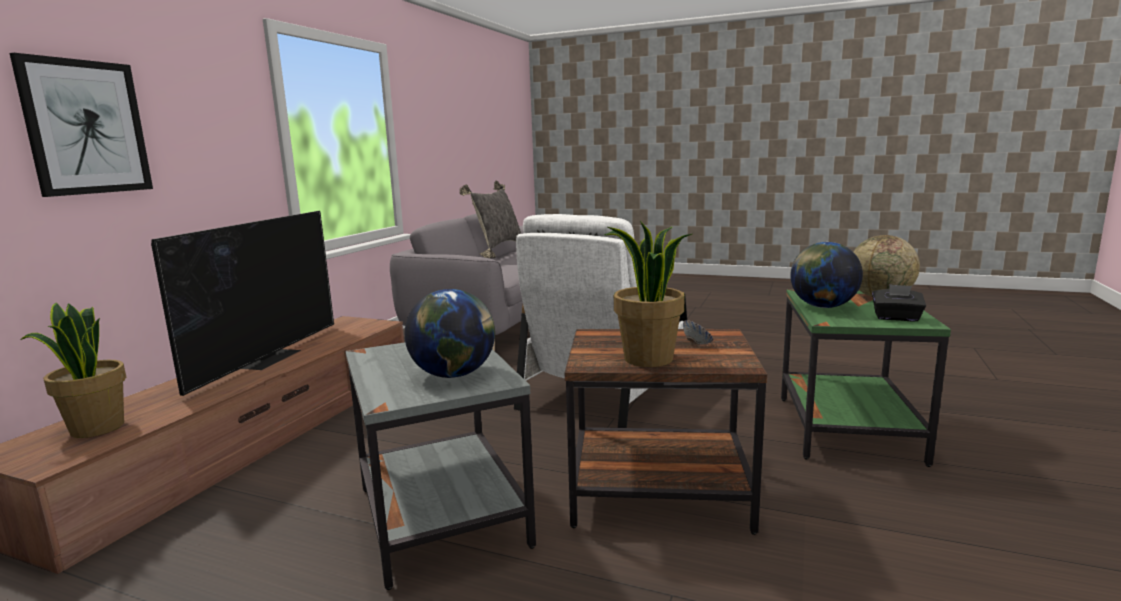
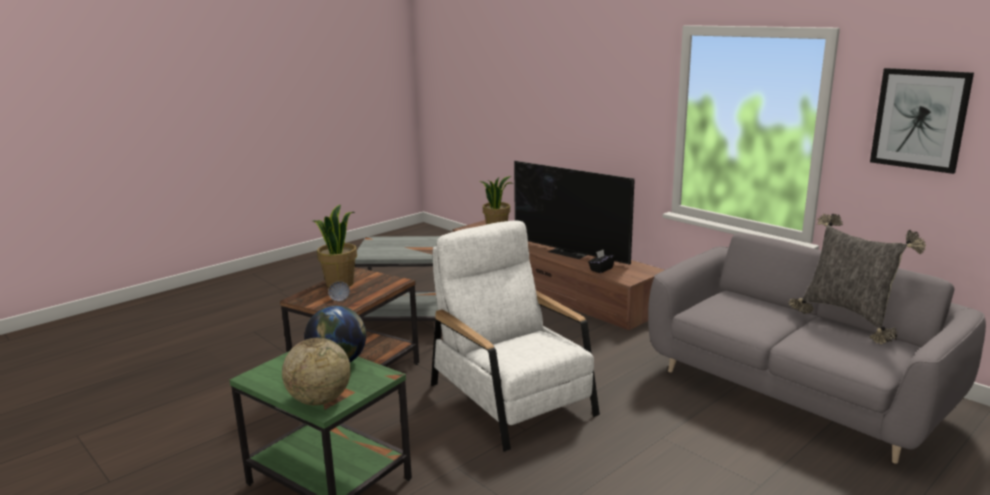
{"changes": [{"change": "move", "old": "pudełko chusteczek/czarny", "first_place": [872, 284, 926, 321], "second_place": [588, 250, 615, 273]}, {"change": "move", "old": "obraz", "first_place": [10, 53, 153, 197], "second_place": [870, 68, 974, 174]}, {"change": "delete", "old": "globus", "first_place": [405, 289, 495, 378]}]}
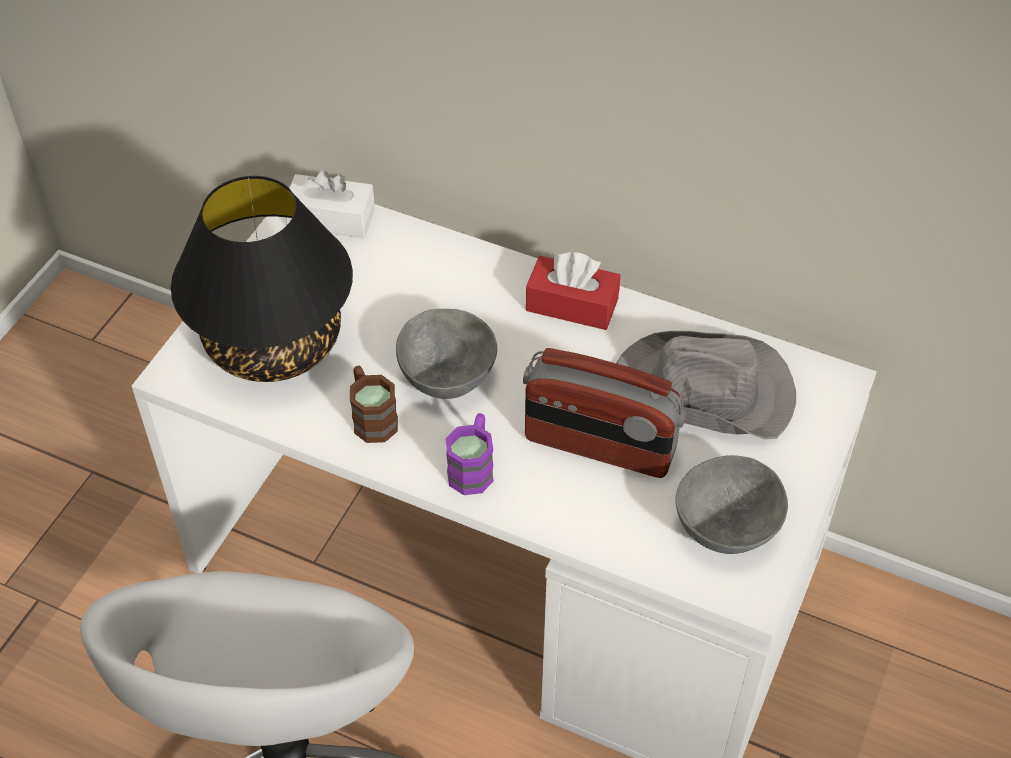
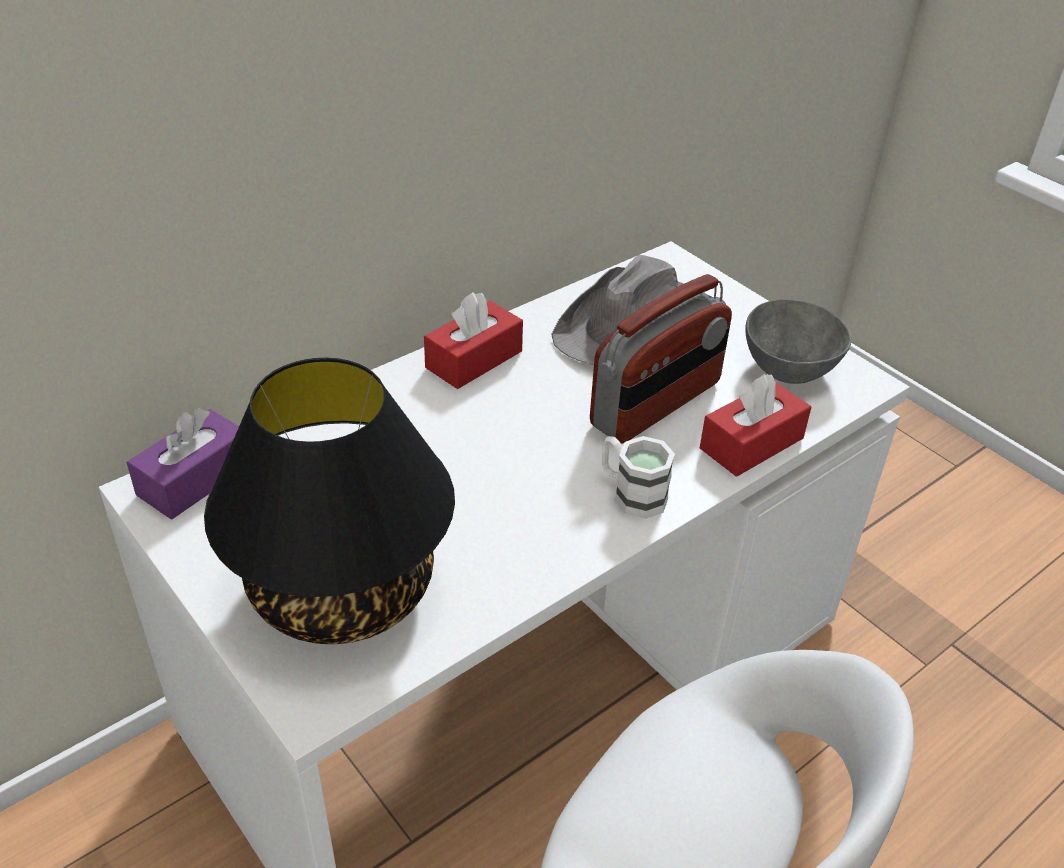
{"changes": [{"change": "recolor", "old": "pudełko chusteczek/biały", "new": "pudełko chusteczek/fioletowy", "first_place": [286, 170, 375, 239], "second_place": [127, 408, 239, 519]}, {"change": "recolor", "old": "kubek/fioletowy", "new": "kubek/biały", "first_place": [446, 413, 494, 495], "second_place": [602, 436, 675, 519]}, {"change": "insert", "new": "pudełko chusteczek/czerwony", "second_place": [700, 374, 811, 477]}, {"change": "delete", "old": "kubek/brązowy", "first_place": [350, 366, 398, 443]}, {"change": "delete", "old": "miska/szary", "first_place": [396, 309, 497, 399]}]}
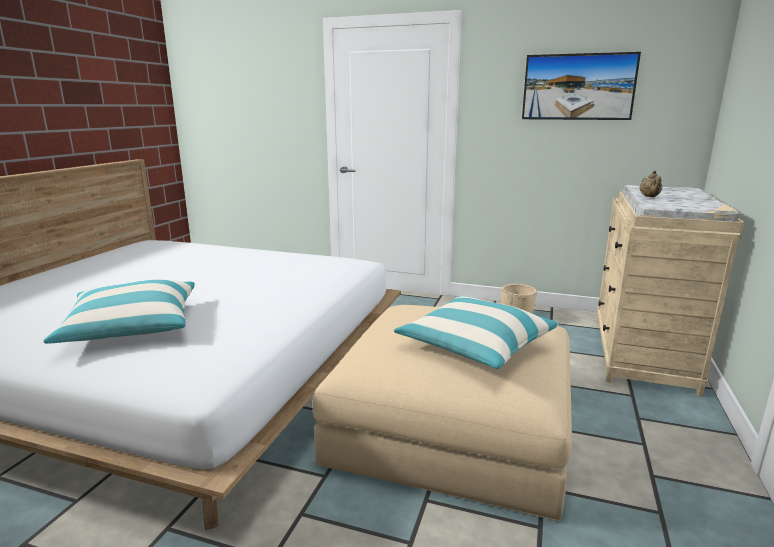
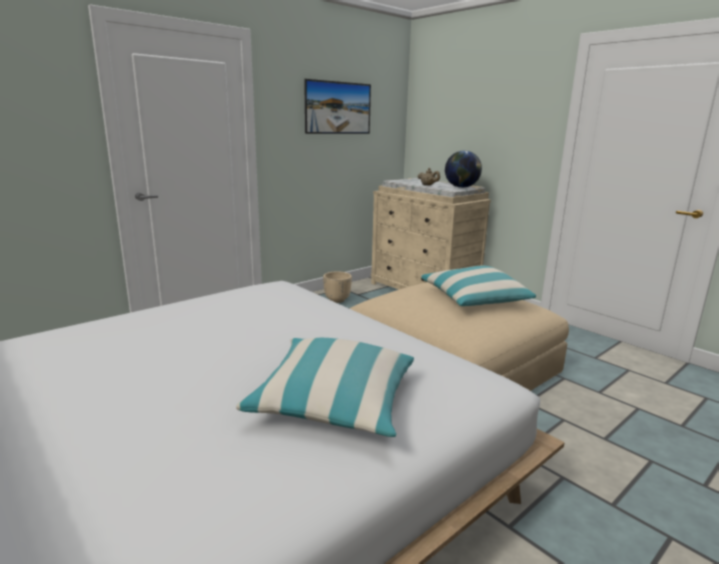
{"changes": [{"change": "insert", "new": "globus", "second_place": [445, 151, 482, 188]}]}
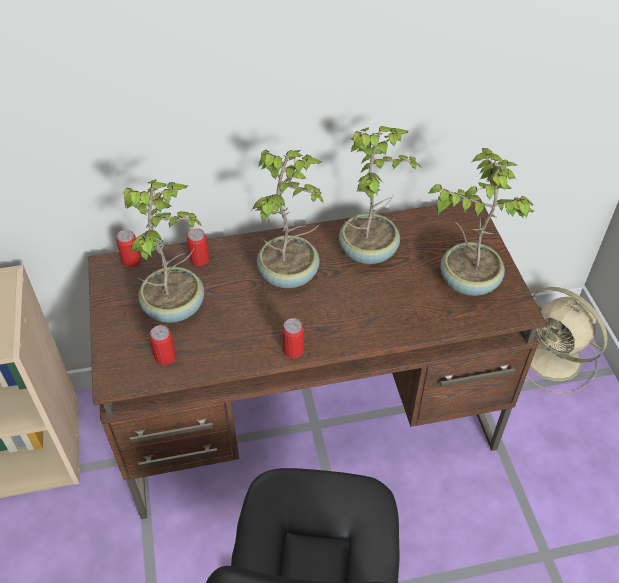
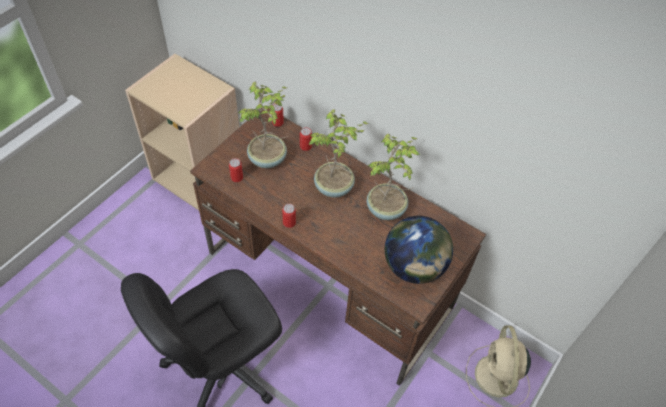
{"changes": [{"change": "replace", "old": "roślina doniczkowa", "new": "globus", "first_place": [428, 148, 534, 296], "second_place": [385, 216, 453, 284]}]}
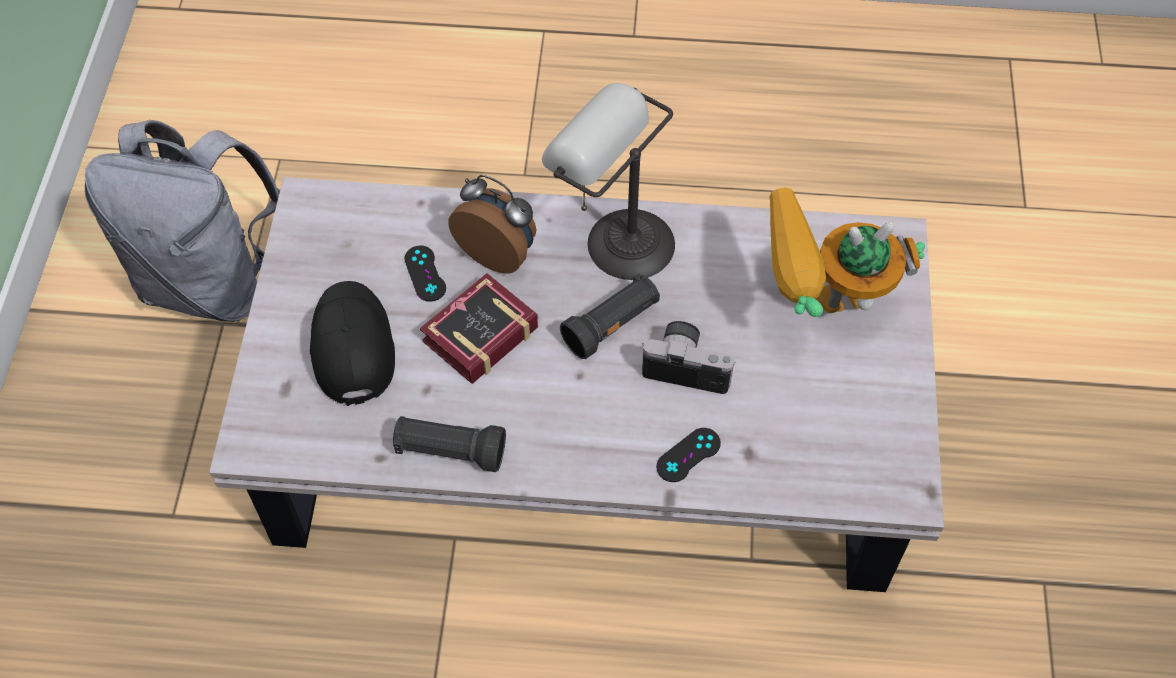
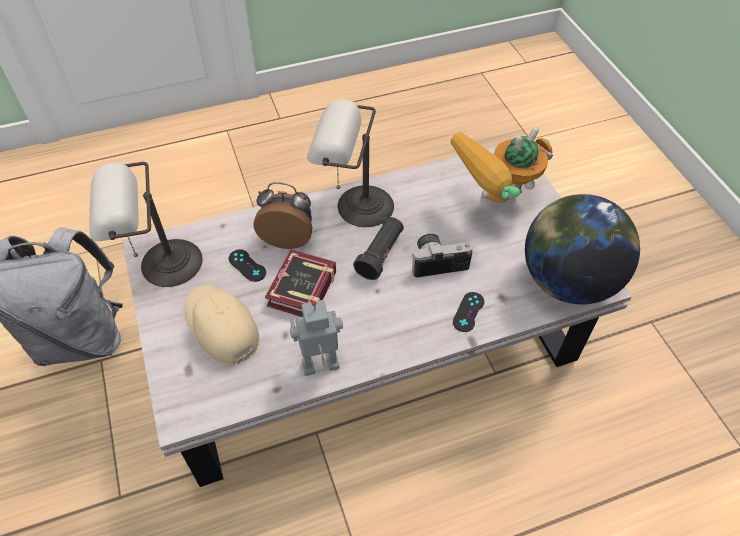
{"changes": [{"change": "insert", "new": "lampa stołowa", "second_place": [89, 162, 203, 287]}, {"change": "recolor", "old": "czapka z daszkiem/czarny", "new": "czapka z daszkiem/beżowy", "first_place": [310, 281, 395, 406], "second_place": [185, 285, 260, 365]}, {"change": "replace", "old": "latarka/czarny", "new": "robot zabawkowy", "first_place": [393, 416, 506, 472], "second_place": [290, 300, 343, 376]}, {"change": "insert", "new": "globus", "second_place": [525, 194, 640, 305]}]}
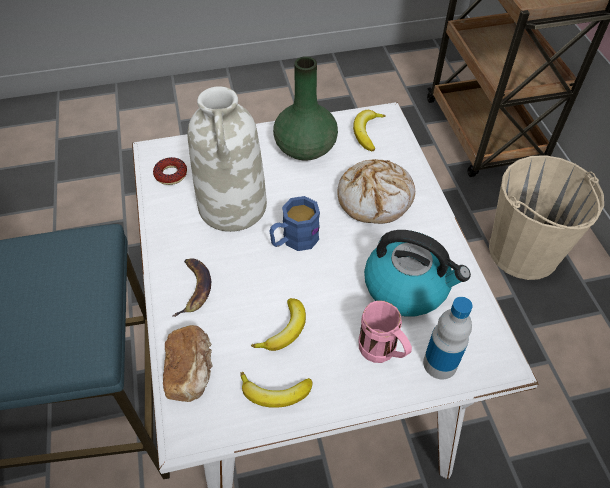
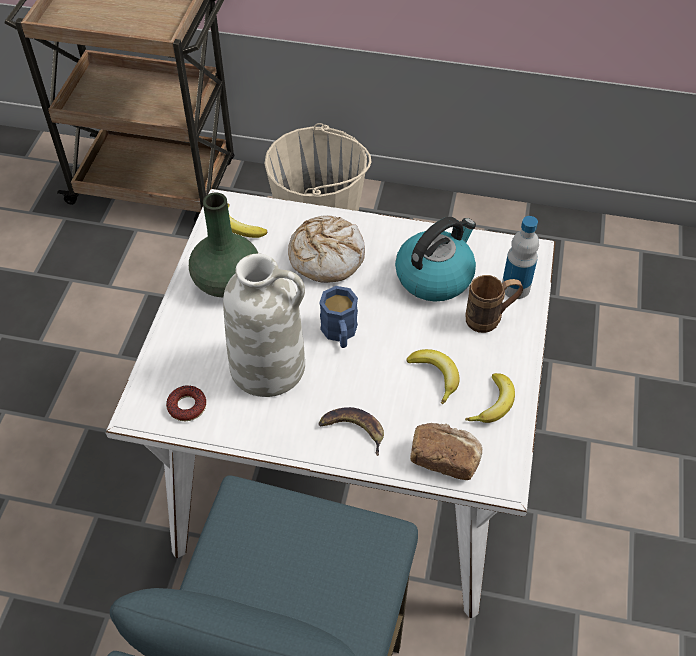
{"changes": [{"change": "recolor", "old": "kubek/różowy", "new": "kubek/brązowy", "first_place": [358, 301, 412, 363], "second_place": [466, 275, 523, 333]}]}
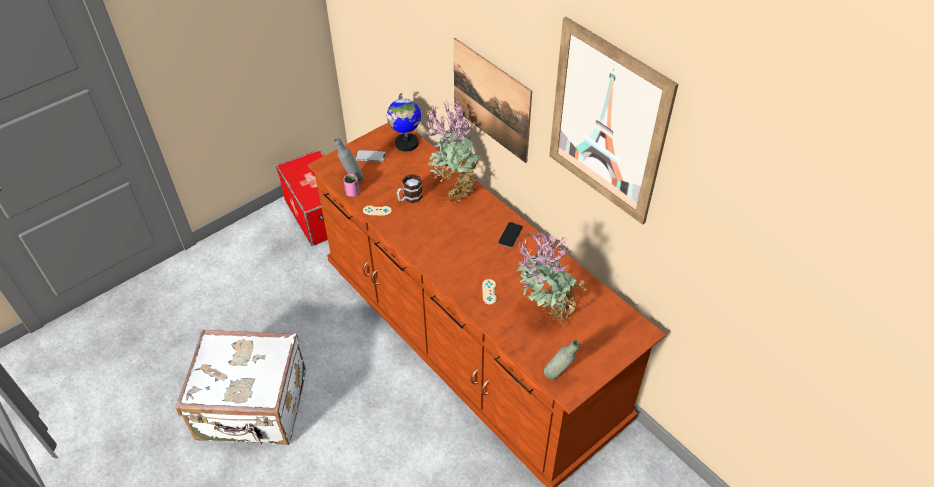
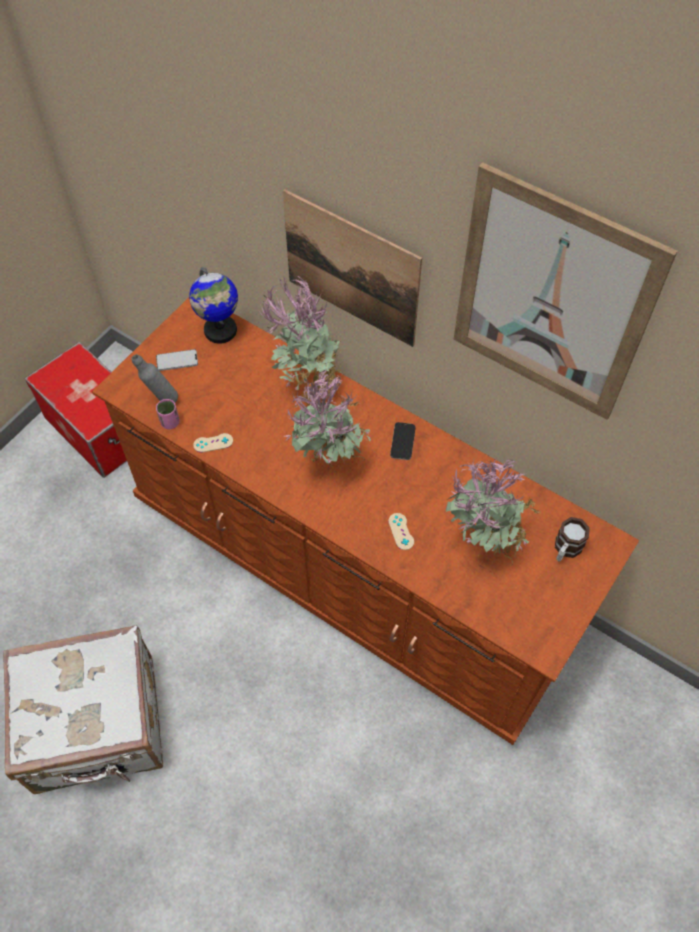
{"changes": [{"change": "insert", "new": "roślina doniczkowa", "second_place": [284, 370, 372, 473]}, {"change": "move", "old": "kubek", "first_place": [397, 174, 423, 203], "second_place": [555, 517, 590, 562]}, {"change": "delete", "old": "butelka/szary", "first_place": [544, 340, 580, 380]}]}
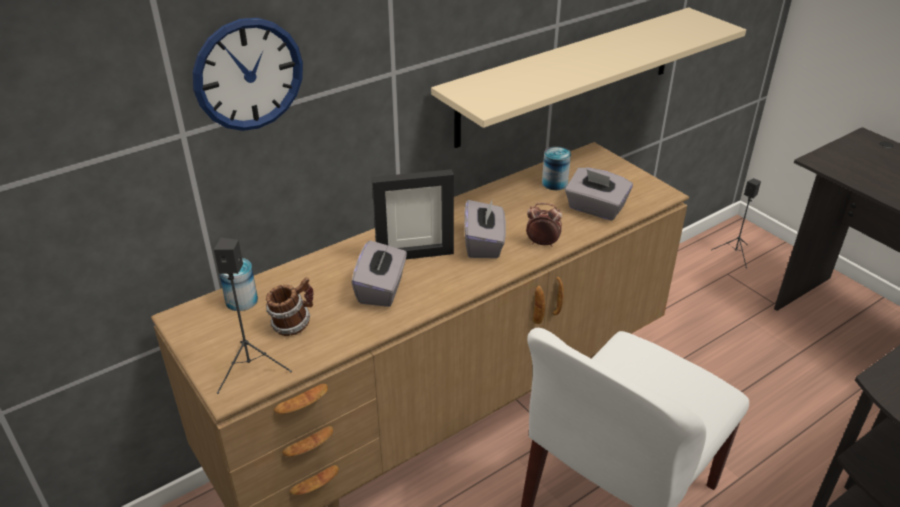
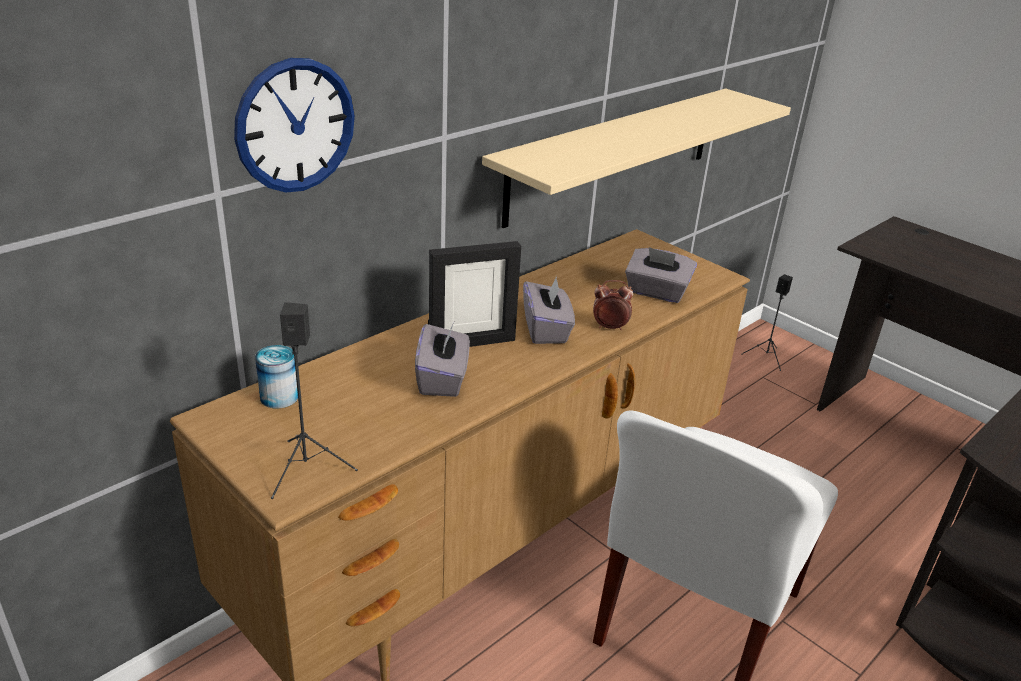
{"changes": [{"change": "delete", "old": "kubek", "first_place": [266, 277, 314, 336]}, {"change": "delete", "old": "puszka", "first_place": [542, 146, 571, 190]}]}
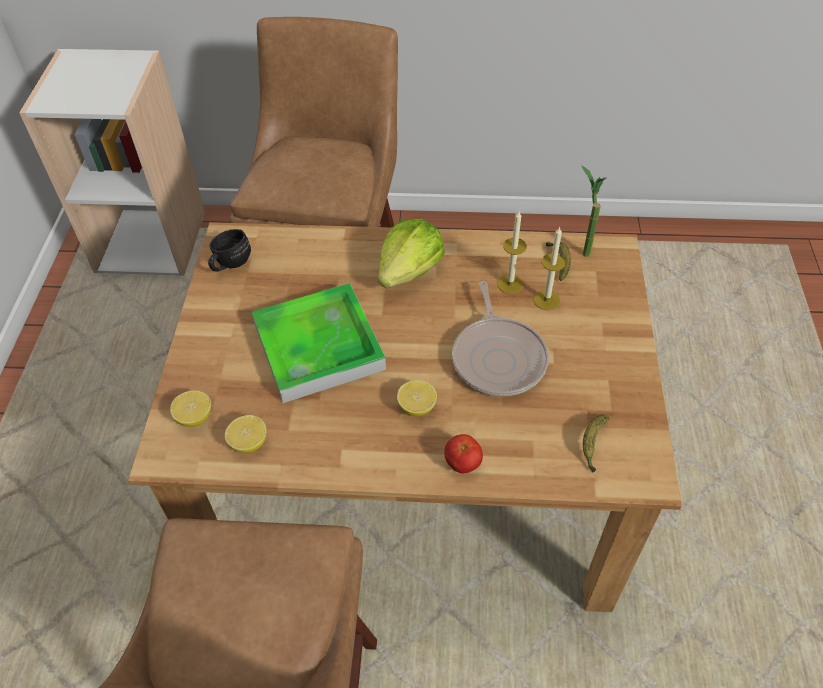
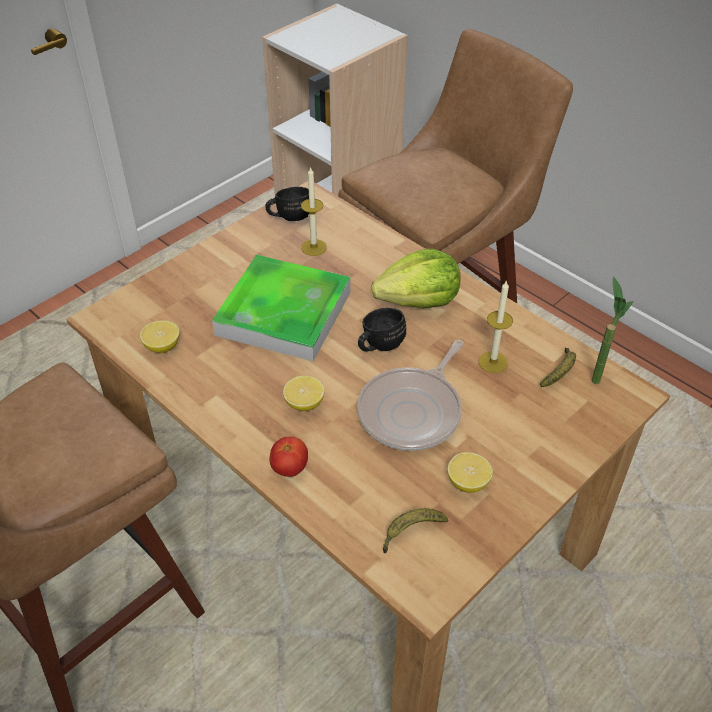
{"changes": [{"change": "move", "old": "świeca", "first_place": [534, 226, 565, 310], "second_place": [301, 166, 327, 256]}, {"change": "insert", "new": "kubek/czarny", "second_place": [358, 308, 406, 352]}, {"change": "move", "old": "cytryna", "first_place": [170, 390, 211, 427], "second_place": [447, 452, 493, 493]}]}
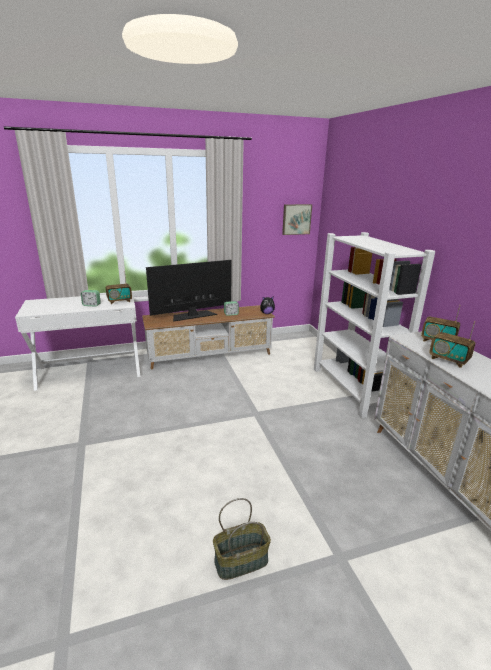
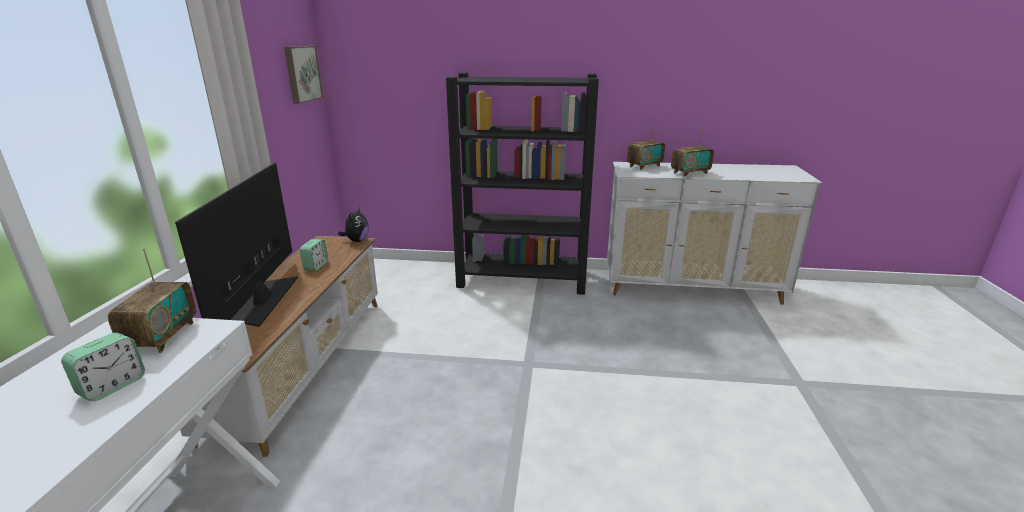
{"changes": [{"change": "recolor", "old": "regał/biały", "new": "regał/czarny", "first_place": [314, 232, 435, 418], "second_place": [446, 72, 599, 295]}, {"change": "delete", "old": "koszyk", "first_place": [213, 498, 271, 580]}]}
